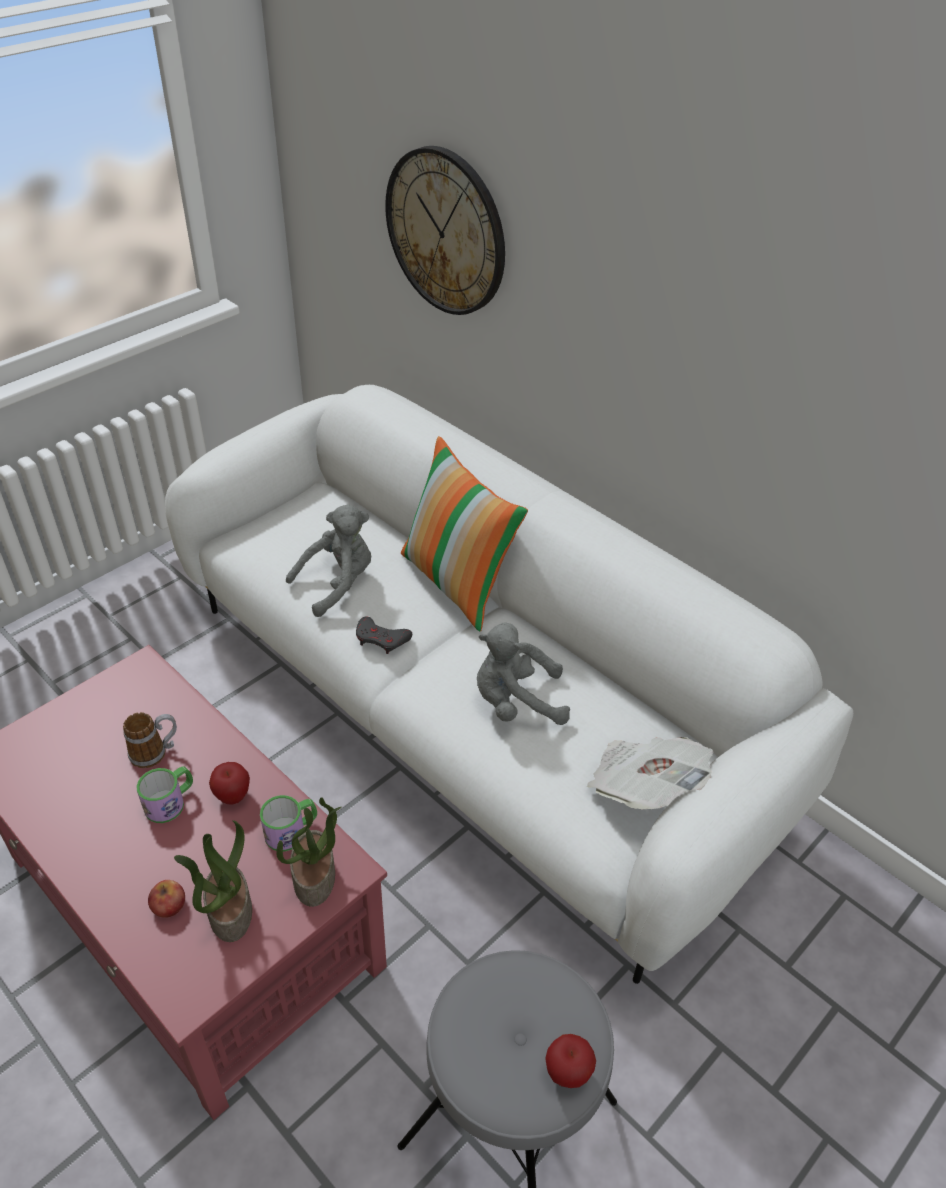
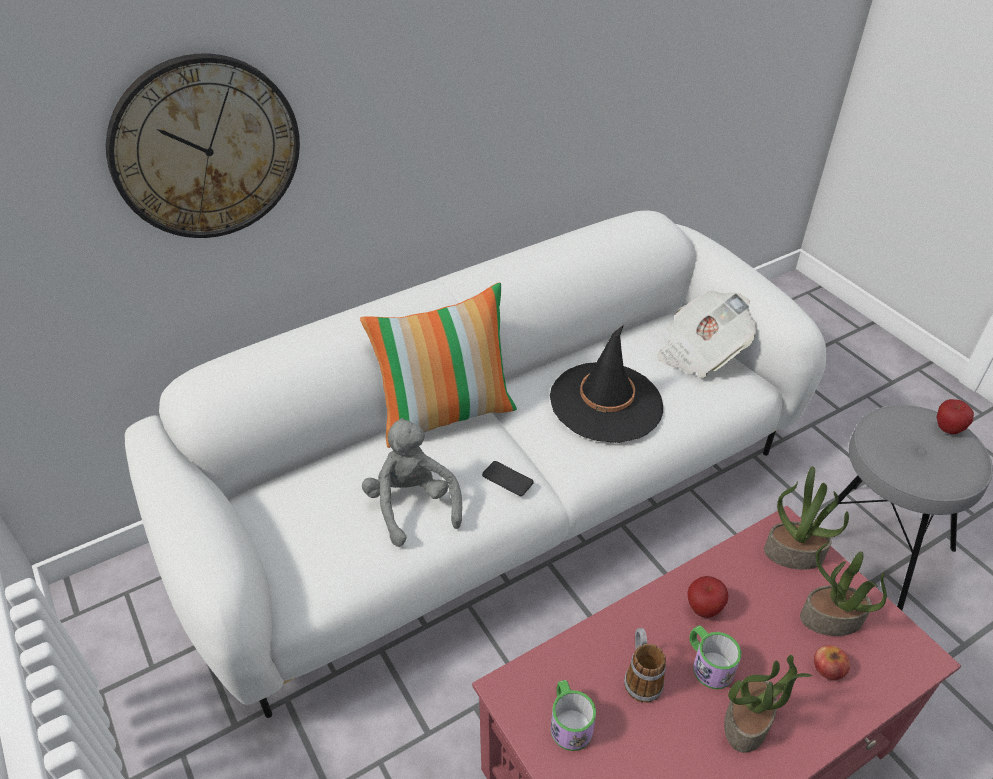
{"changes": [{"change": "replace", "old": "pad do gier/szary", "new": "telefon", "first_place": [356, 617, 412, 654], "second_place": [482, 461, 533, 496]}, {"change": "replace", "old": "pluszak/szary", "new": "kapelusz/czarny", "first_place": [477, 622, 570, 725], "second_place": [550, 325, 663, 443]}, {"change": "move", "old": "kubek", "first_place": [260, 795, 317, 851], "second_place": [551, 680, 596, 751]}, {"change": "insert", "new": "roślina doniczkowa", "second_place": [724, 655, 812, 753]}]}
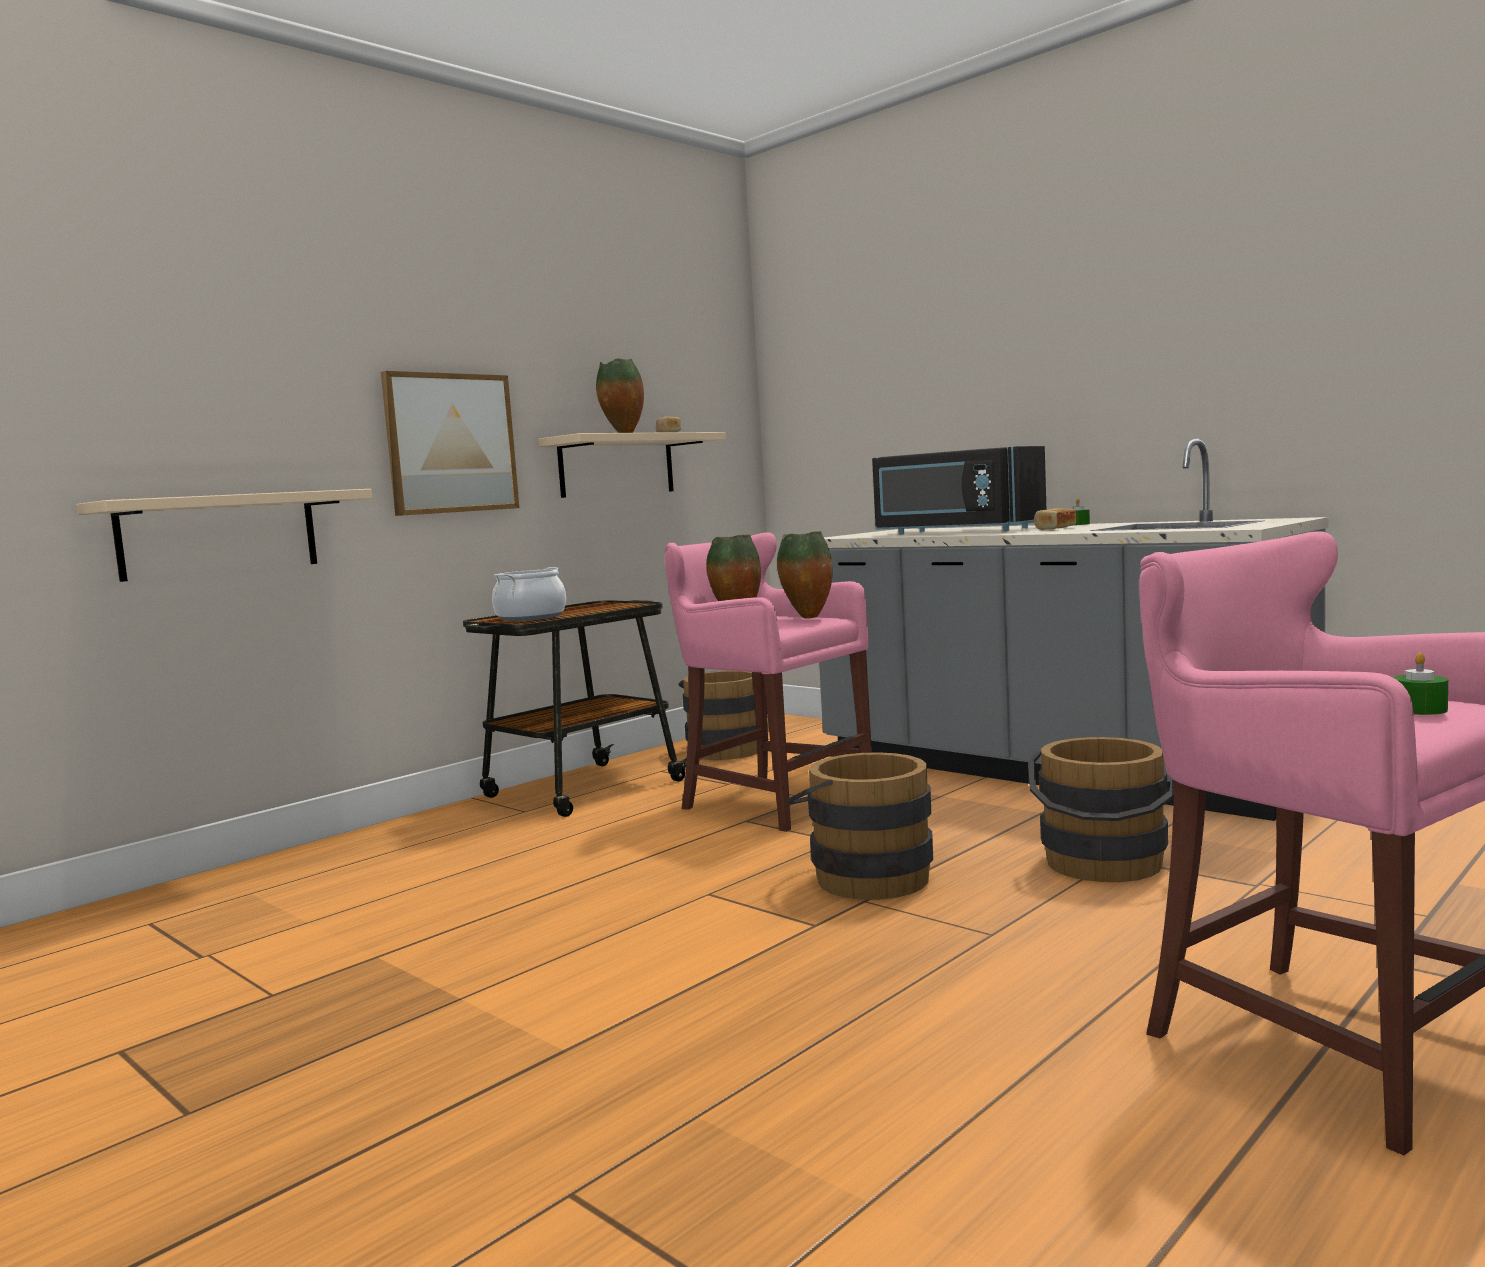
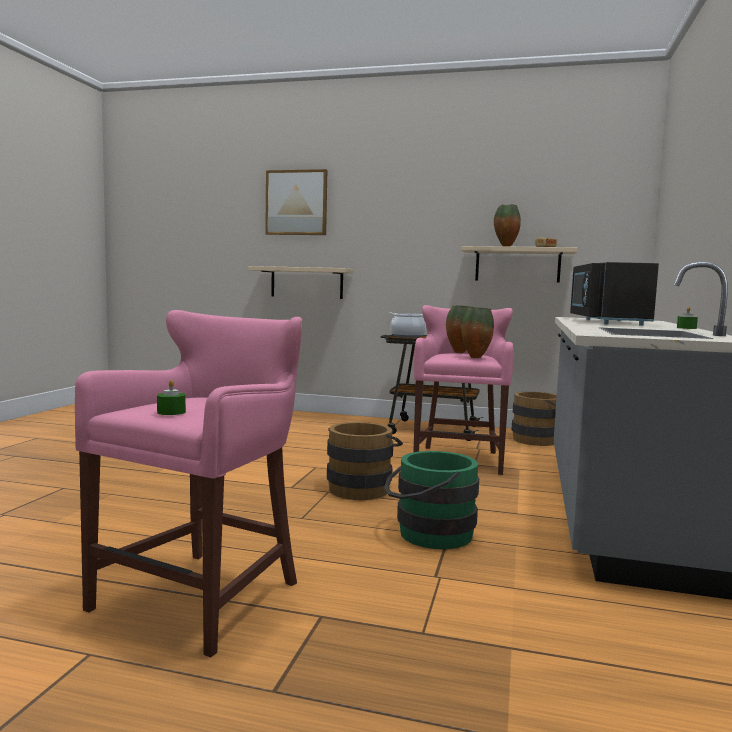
{"changes": [{"change": "move", "old": "obraz", "first_place": [381, 371, 519, 516], "second_place": [265, 169, 327, 235]}, {"change": "recolor", "old": "wiadro/brązowy", "new": "wiadro/zielony", "first_place": [1028, 737, 1174, 882], "second_place": [384, 451, 479, 549]}, {"change": "delete", "old": "chleb", "first_place": [1034, 508, 1076, 530]}]}
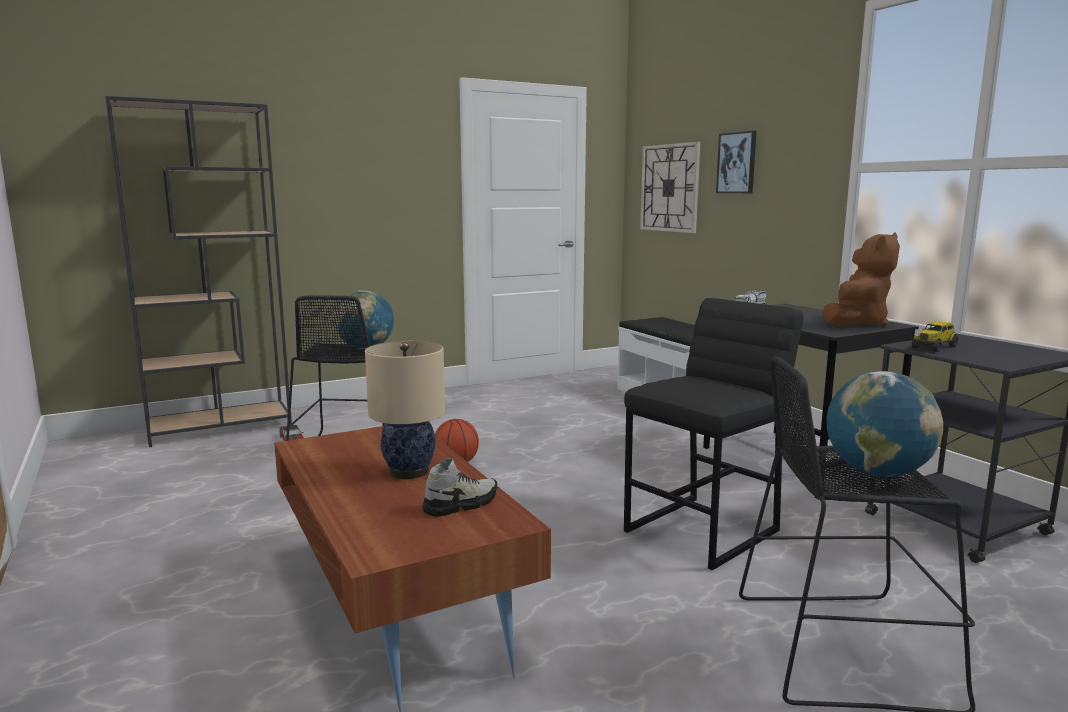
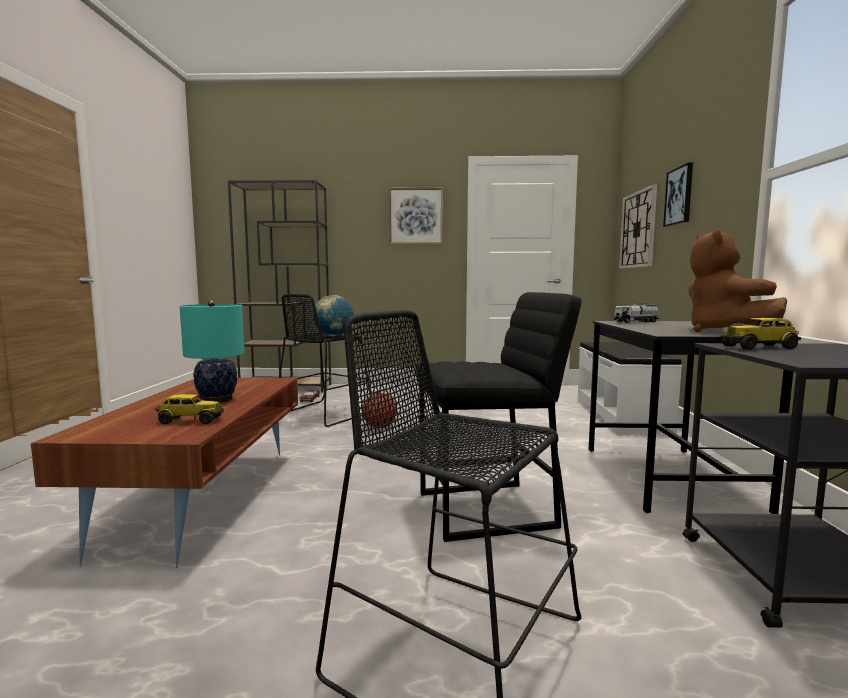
{"changes": [{"change": "replace", "old": "but", "new": "ciężarówka zabawkowa", "first_place": [422, 458, 497, 517], "second_place": [155, 394, 224, 424]}, {"change": "recolor", "old": "lampa stołowa/beżowy", "new": "lampa stołowa/turkusowy", "first_place": [365, 341, 445, 479], "second_place": [180, 300, 245, 403]}, {"change": "insert", "new": "obraz", "second_place": [389, 188, 443, 244]}, {"change": "rotate", "old": "pluszak/brązowy", "first_place": [822, 232, 900, 327], "second_place": [689, 229, 787, 332], "degrees": 105}, {"change": "delete", "old": "globus", "first_place": [827, 371, 943, 477]}]}
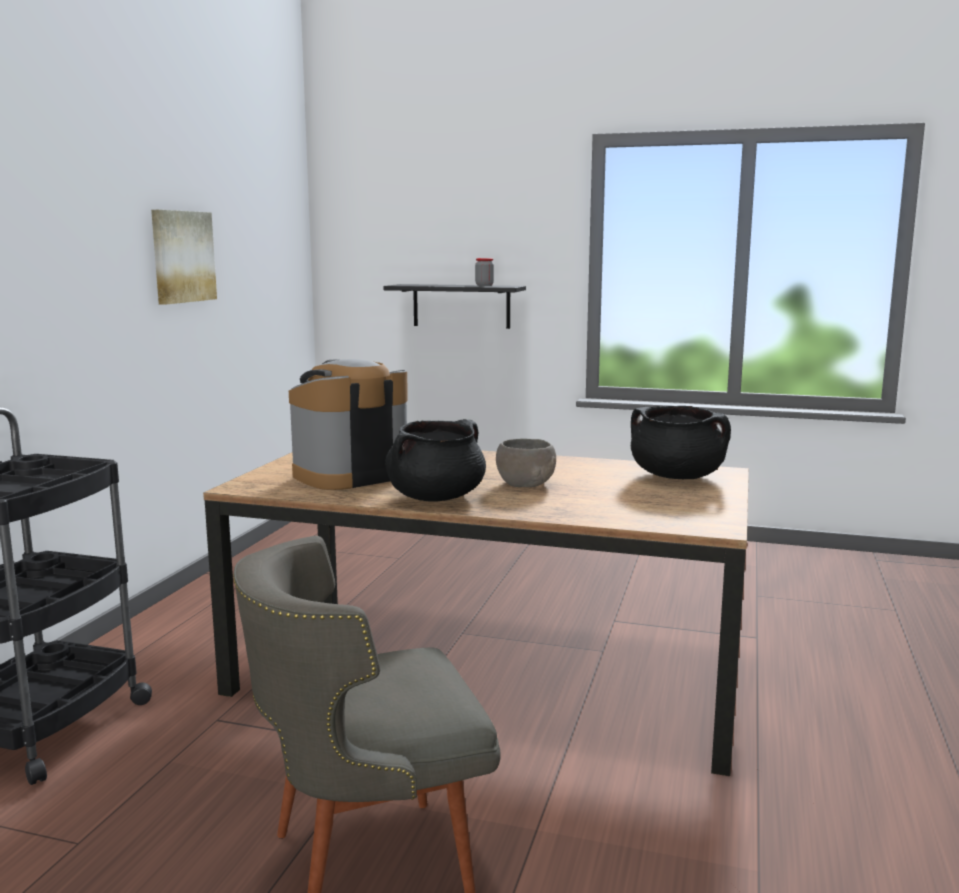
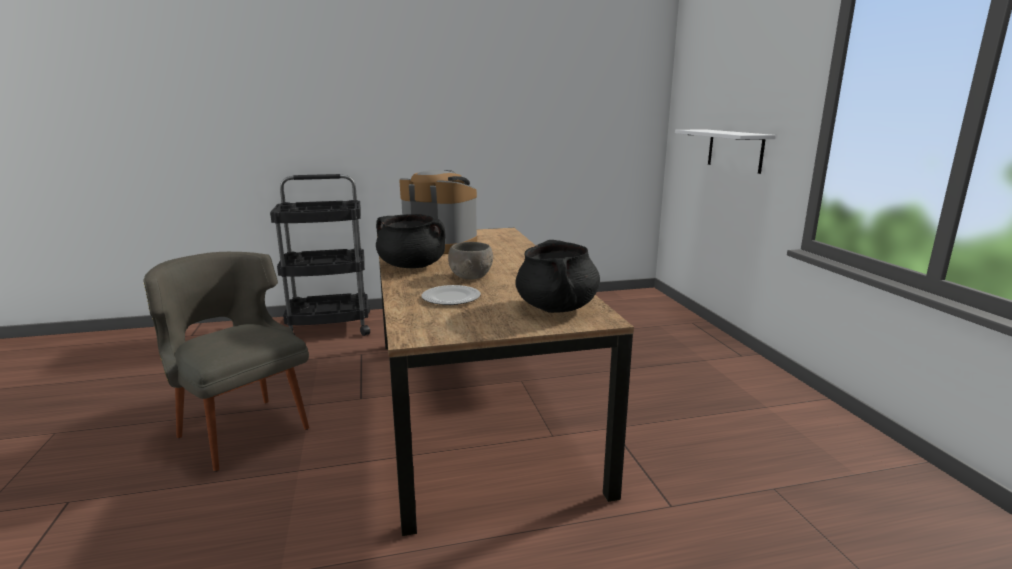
{"changes": [{"change": "insert", "new": "talerz", "second_place": [421, 285, 481, 305]}, {"change": "recolor", "old": "półka/czarny", "new": "półka/biały", "first_place": [383, 284, 526, 329], "second_place": [675, 129, 776, 174]}, {"change": "delete", "old": "obraz", "first_place": [151, 210, 217, 305]}, {"change": "delete", "old": "słoik", "first_place": [475, 258, 494, 286]}]}
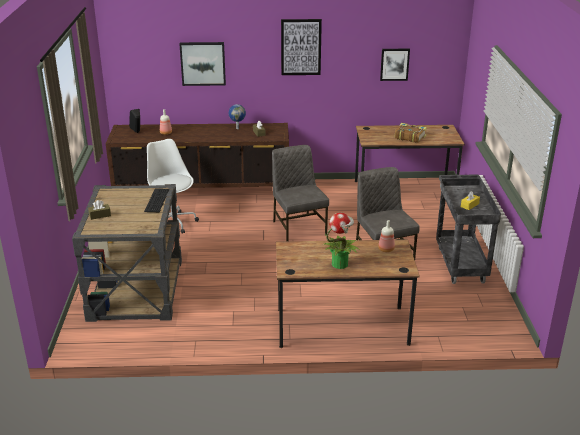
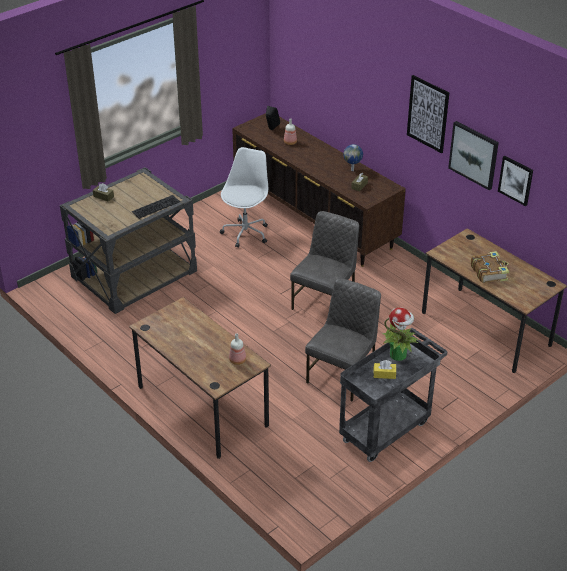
{"changes": [{"change": "move", "old": "roślina doniczkowa", "first_place": [324, 213, 360, 269], "second_place": [382, 307, 419, 361]}, {"change": "move", "old": "obraz", "first_place": [179, 42, 226, 86], "second_place": [448, 121, 499, 190]}]}
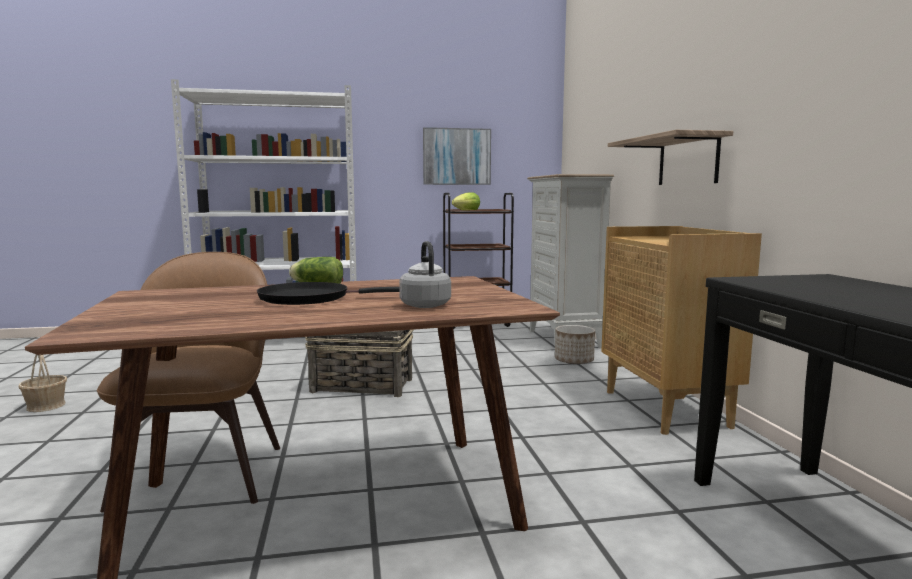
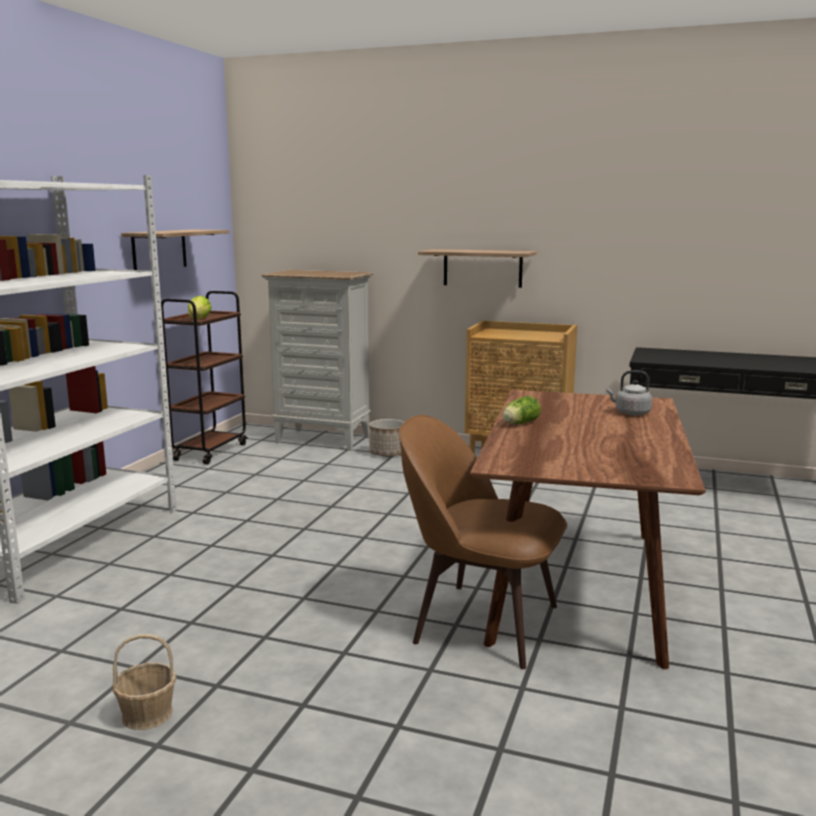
{"changes": [{"change": "replace", "old": "obraz", "new": "półka", "first_place": [423, 127, 491, 185], "second_place": [121, 230, 229, 270]}, {"change": "delete", "old": "patelnia/czarny", "first_place": [257, 282, 400, 305]}, {"change": "delete", "old": "koszyk", "first_place": [305, 330, 414, 397]}]}
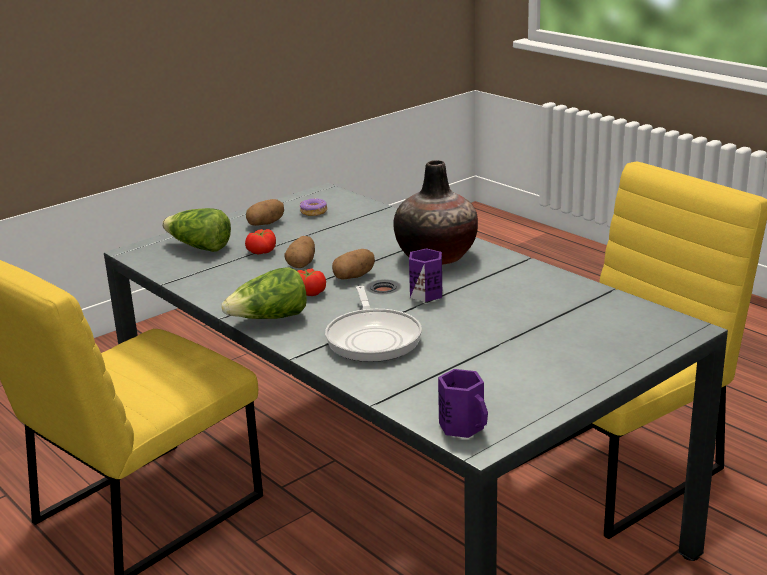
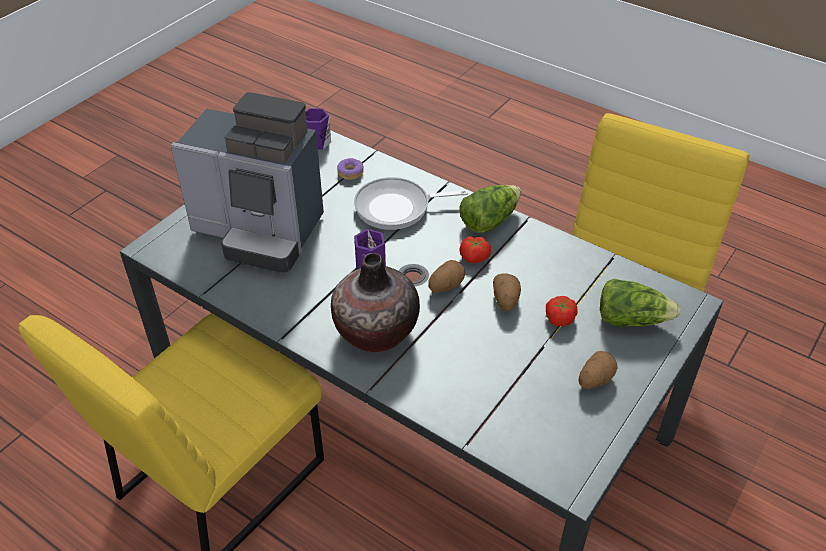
{"changes": [{"change": "insert", "new": "ekspres do kawy", "second_place": [171, 92, 324, 273]}, {"change": "move", "old": "donut", "first_place": [299, 198, 327, 216], "second_place": [337, 158, 364, 180]}, {"change": "rotate", "old": "patelnia", "first_place": [325, 286, 422, 362], "second_place": [354, 177, 468, 230], "degrees": -75}]}
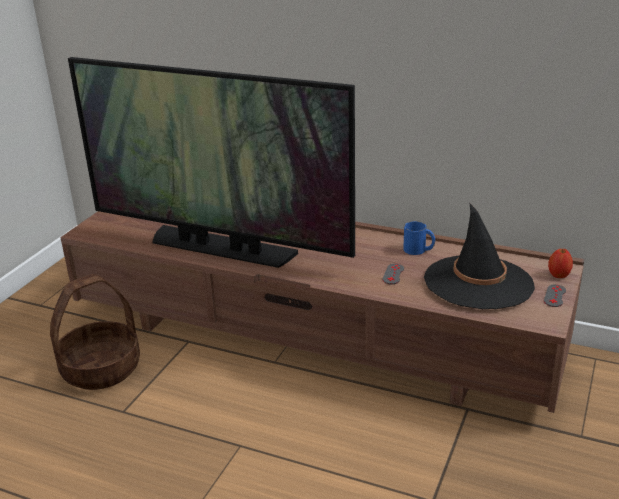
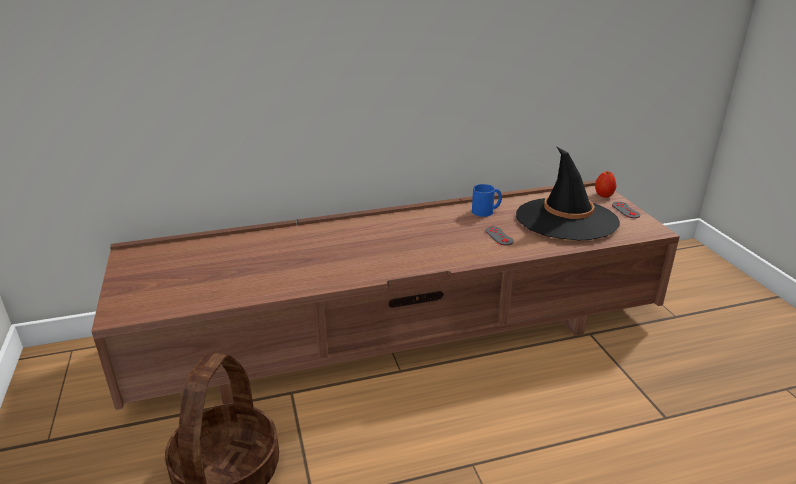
{"changes": [{"change": "delete", "old": "telewizor", "first_place": [68, 57, 355, 268]}]}
